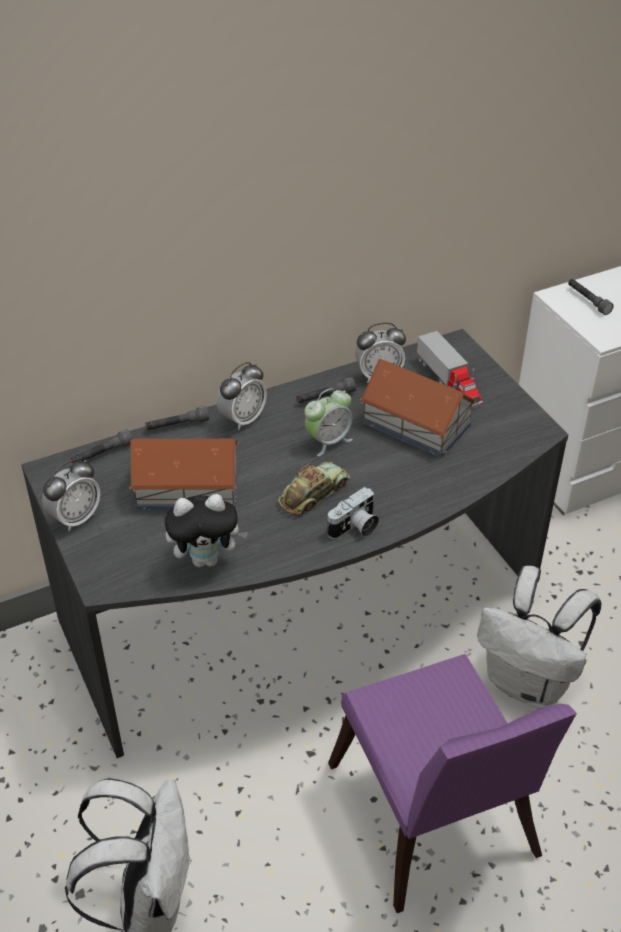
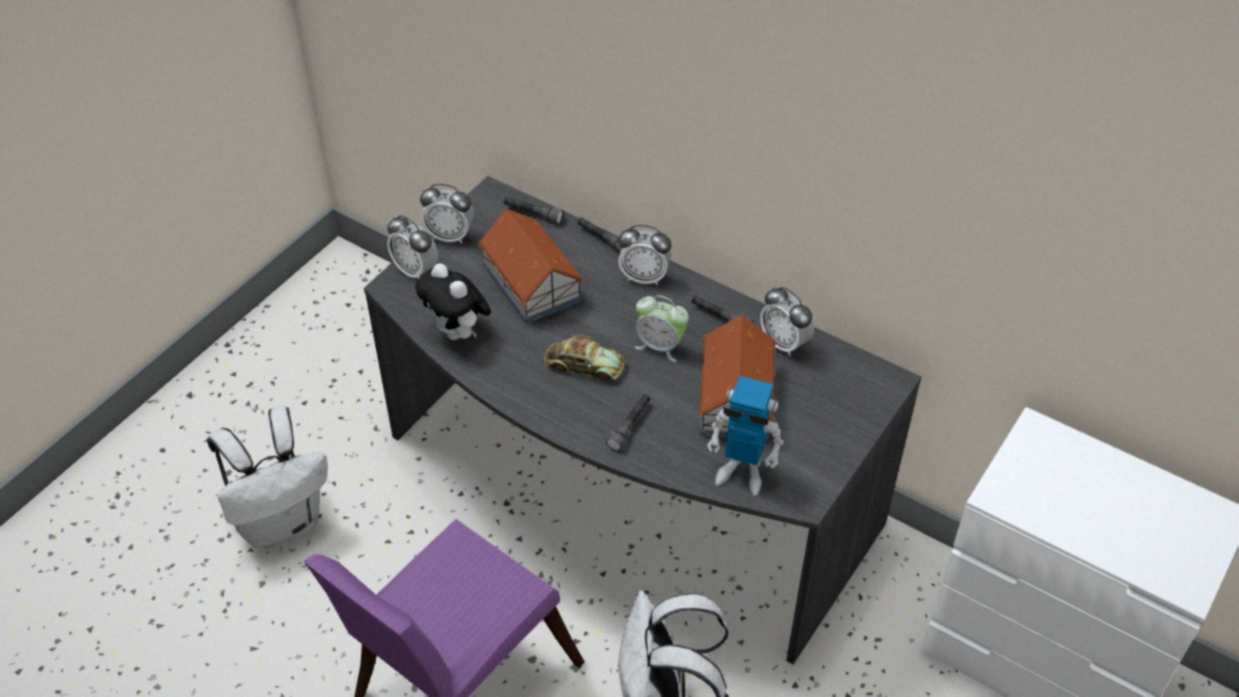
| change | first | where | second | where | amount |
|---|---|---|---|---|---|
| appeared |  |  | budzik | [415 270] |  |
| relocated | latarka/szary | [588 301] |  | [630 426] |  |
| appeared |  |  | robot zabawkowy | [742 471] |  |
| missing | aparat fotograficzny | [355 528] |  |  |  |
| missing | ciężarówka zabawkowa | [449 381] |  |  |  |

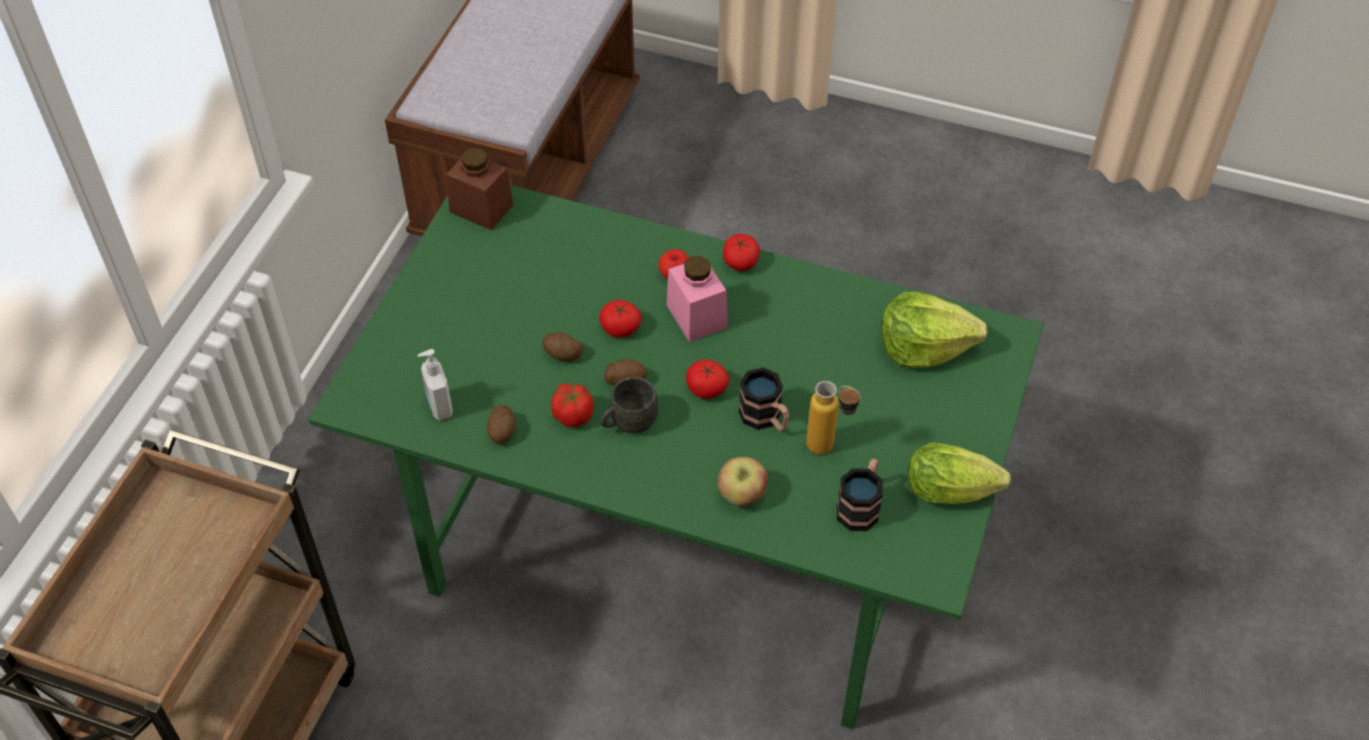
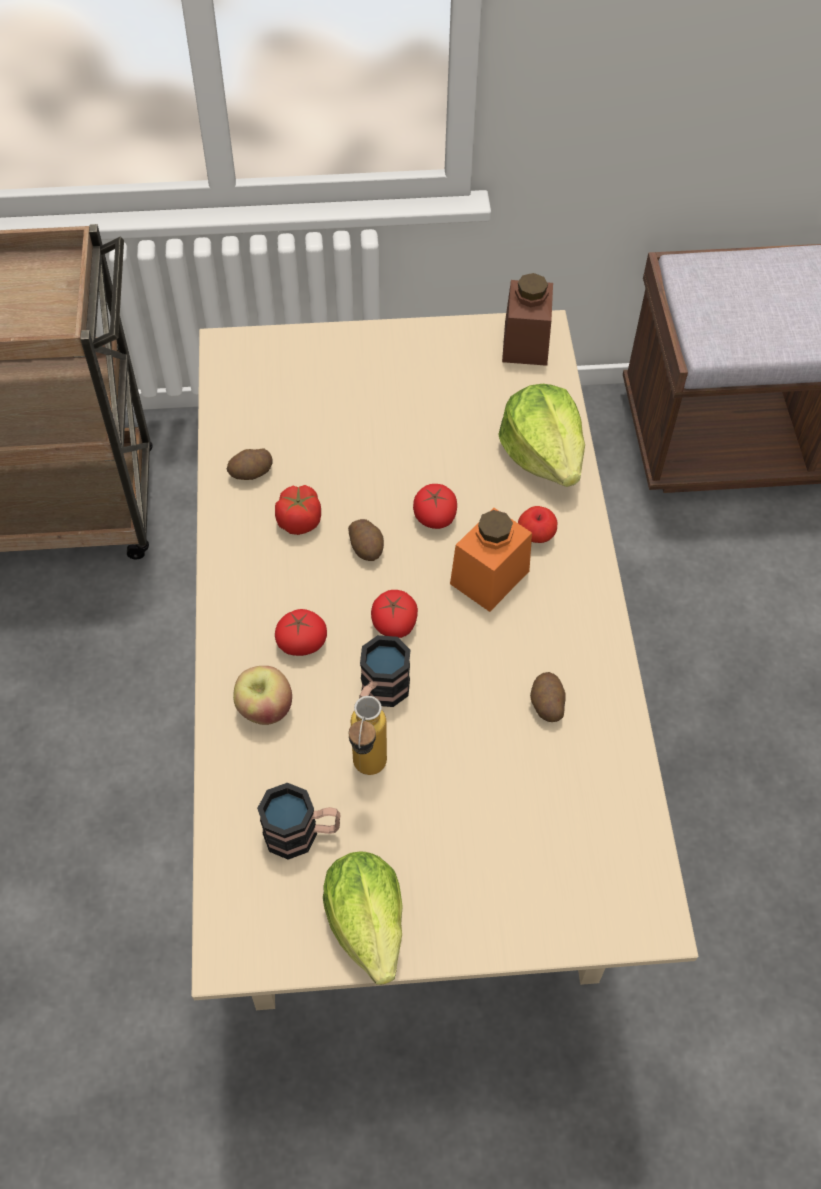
| change | first | where | second | where | amount |
|---|---|---|---|---|---|
| colour | stół jadalny/zielony | [688 538] | stół jadalny/beżowy | [411 763] |  |
| relocated | pomidor | [740 262] |  | [301 642] |  |
| colour | słoik/różowy | [696 316] | słoik/pomarańczowy | [489 577] |  |
| relocated | sałata | [924 347] |  | [543 454] |  |
| relocated | ziemniak | [562 355] |  | [546 704] |  |
| missing | dozownik mydła | [439 407] |  |  |  |
| missing | kubek/szary | [628 423] |  |  |  |

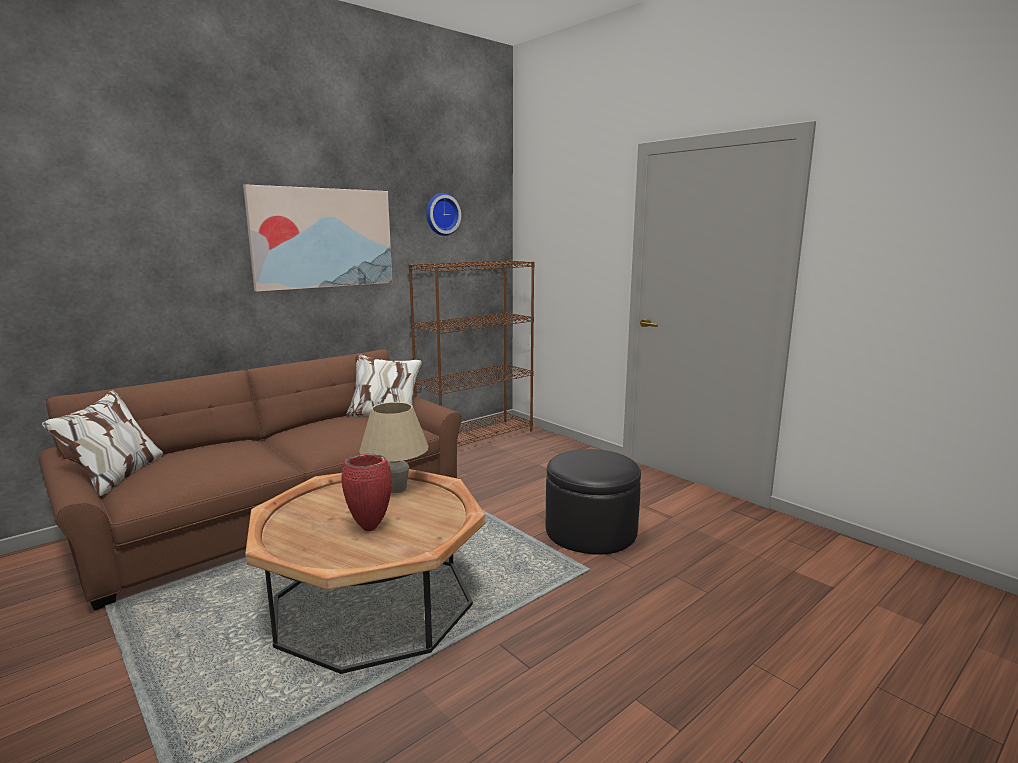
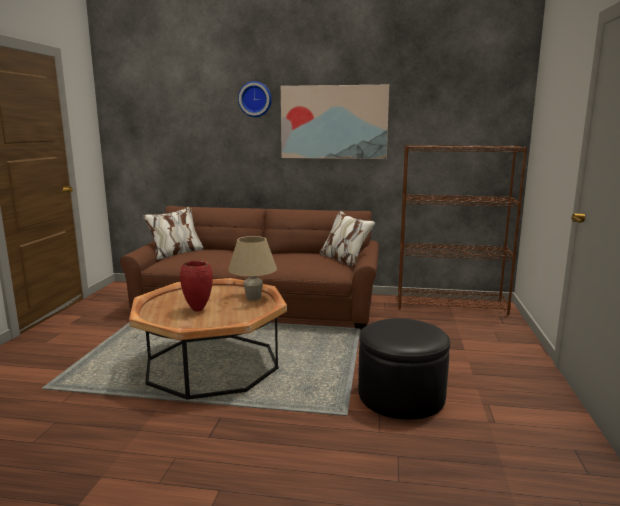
| change | first | where | second | where | amount |
|---|---|---|---|---|---|
| relocated | zegar ścienny | [441 214] |  | [255 99] |  |

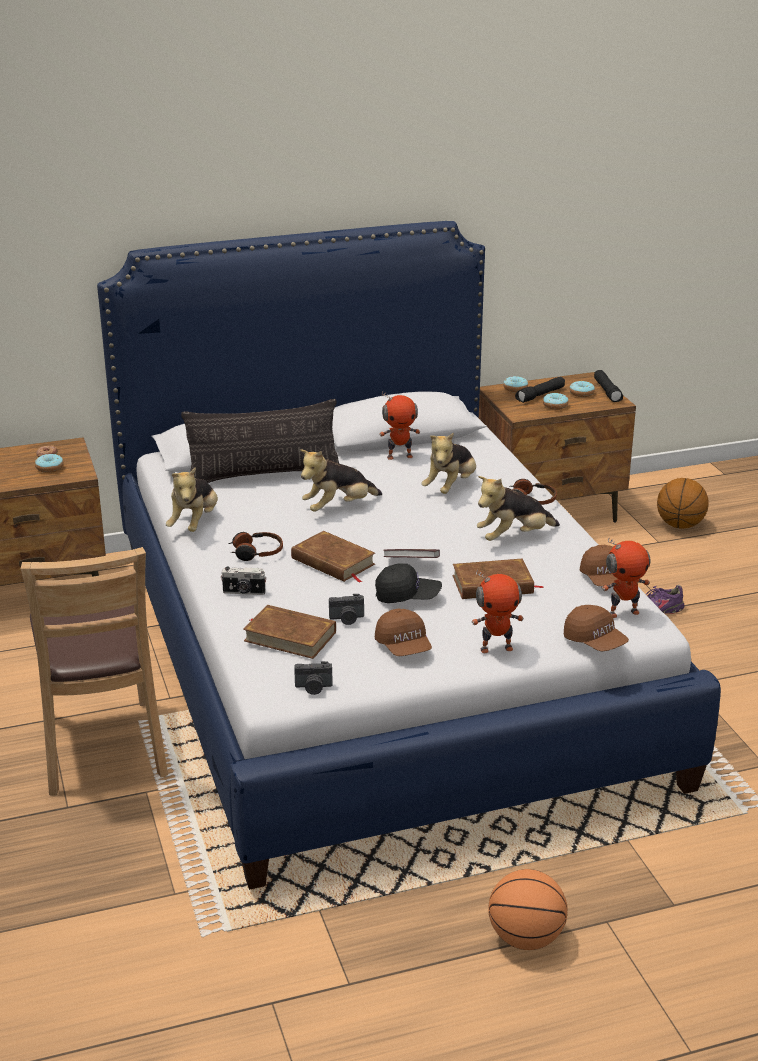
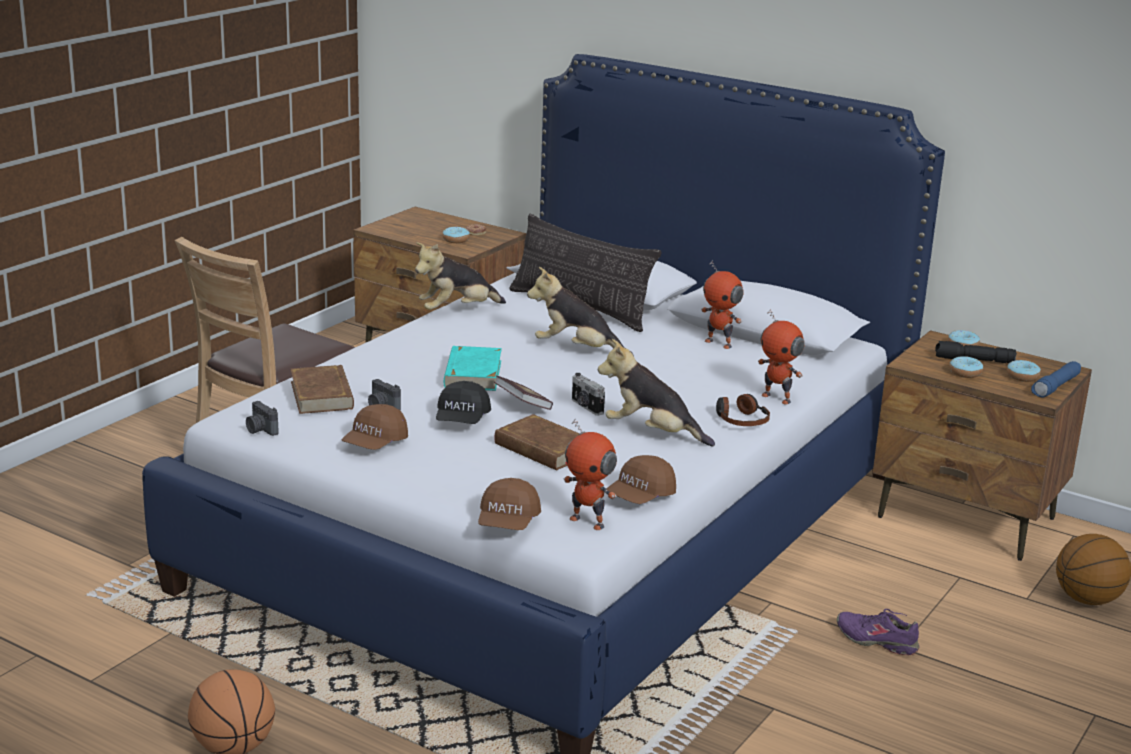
| change | first | where | second | where | amount |
|---|---|---|---|---|---|
| spun | czapka z daszkiem/czarny | [407 596] |  | [462 419] | 45 degrees clockwise |
| colour | książka/brązowy | [333 562] | książka/turkusowy | [472 374] |  |
| relocated | aparat fotograficzny | [244 592] |  | [586 407] |  |
| relocated | robot zabawkowy | [496 648] |  | [777 398] |  |
| colour | latarka/czarny | [607 391] | latarka/niebieski | [1056 387] |  |
| missing | słuchawki | [256 552] |  |  |  |
| missing | pluszak | [451 487] |  |  |  |

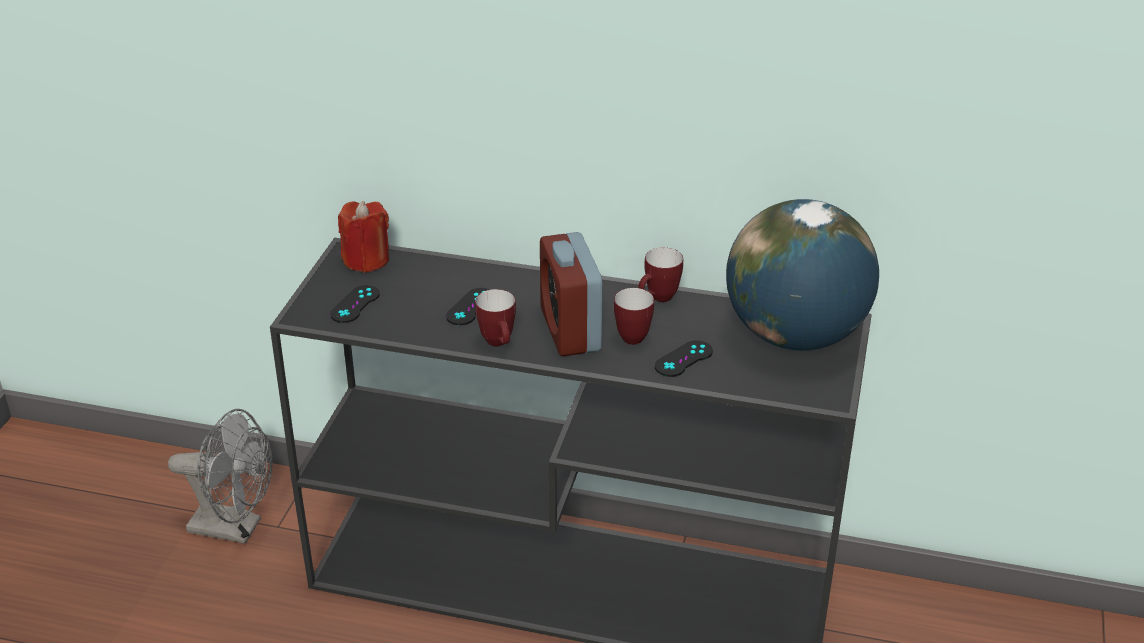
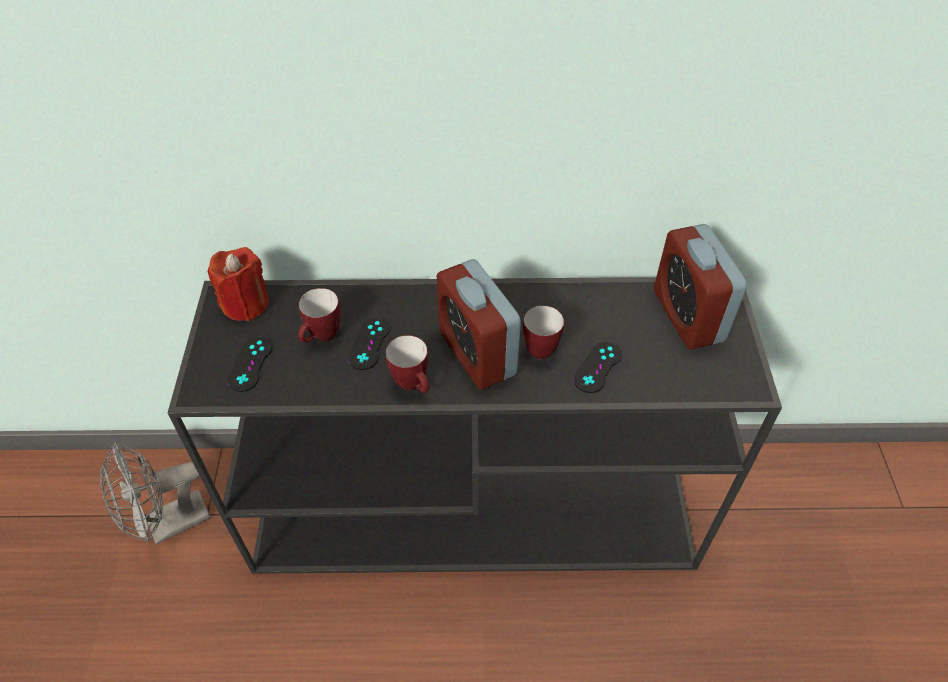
| change | first | where | second | where | amount |
|---|---|---|---|---|---|
| spun | wentylator/szary | [235 528] |  | [169 524] | 150 degrees clockwise |
| relocated | kubek | [658 299] |  | [322 338] |  |
| exchanged | globus | [796 336] | budzik | [687 316] |  |

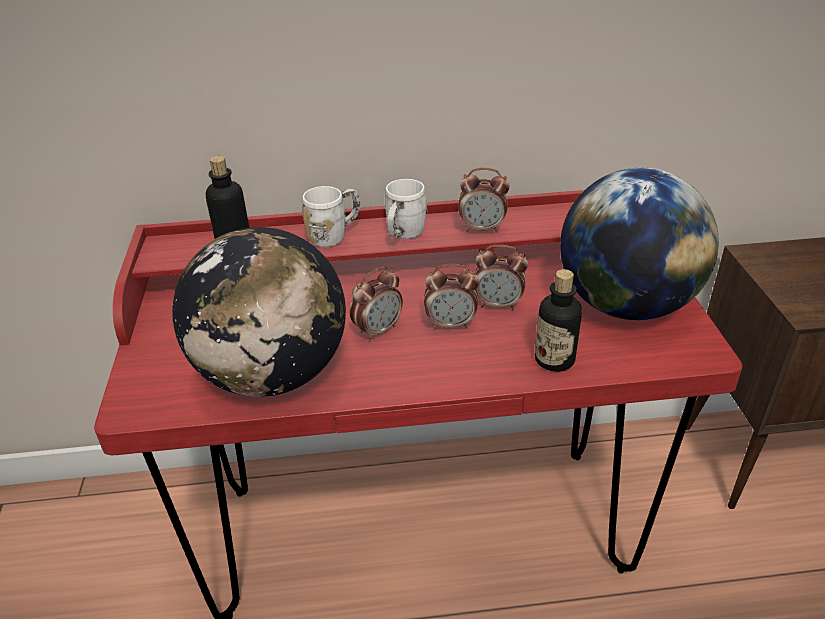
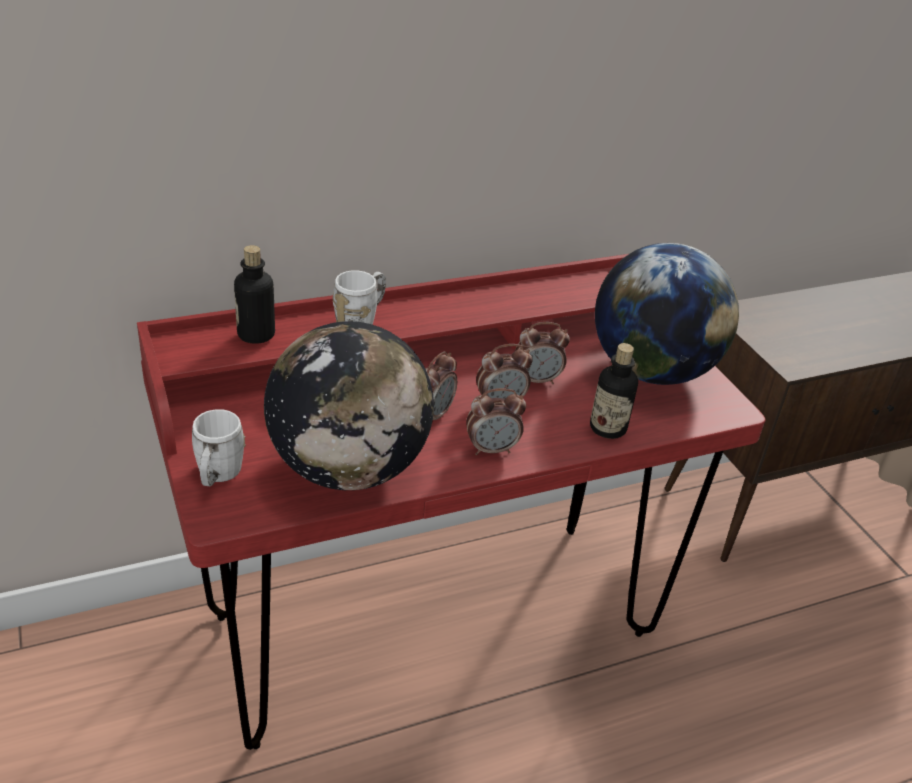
| change | first | where | second | where | amount |
|---|---|---|---|---|---|
| relocated | kubek/biały | [403 235] |  | [217 476] |  |
| relocated | budzik | [482 228] |  | [492 449] |  |

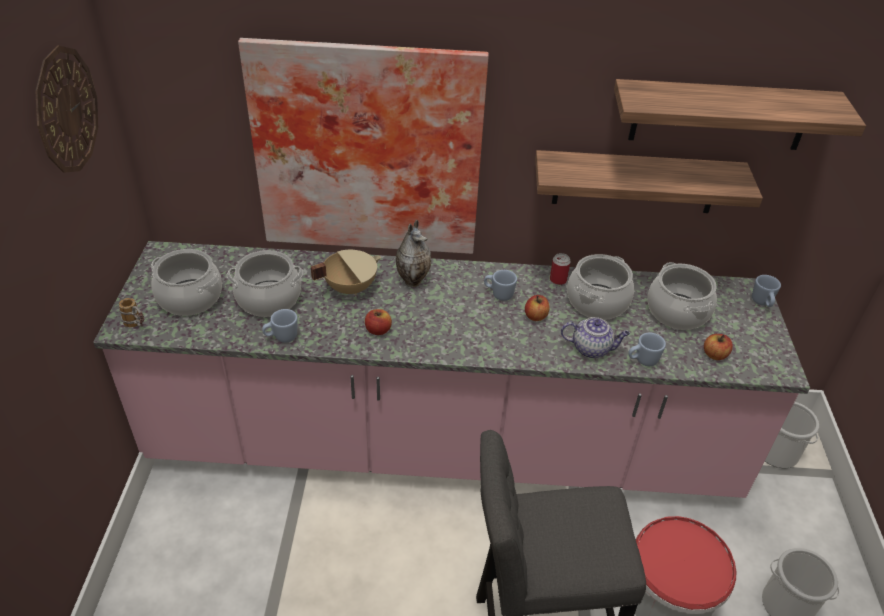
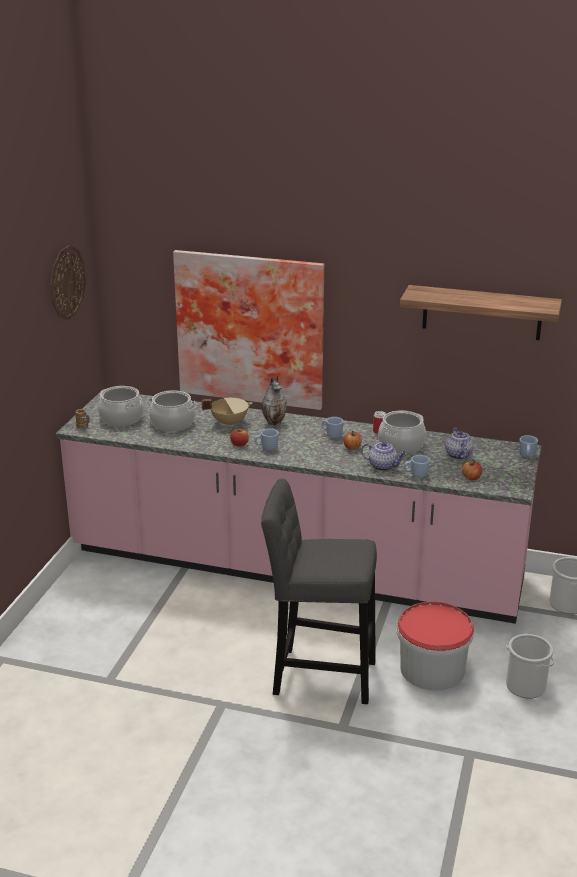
| change | first | where | second | where | amount |
|---|---|---|---|---|---|
| relocated | kubek/niebieski | [281 337] |  | [266 448] |  |
| exchanged | garnek | [677 311] | imbryk | [457 455] |  |
| missing | półka | [635 182] |  |  |  |

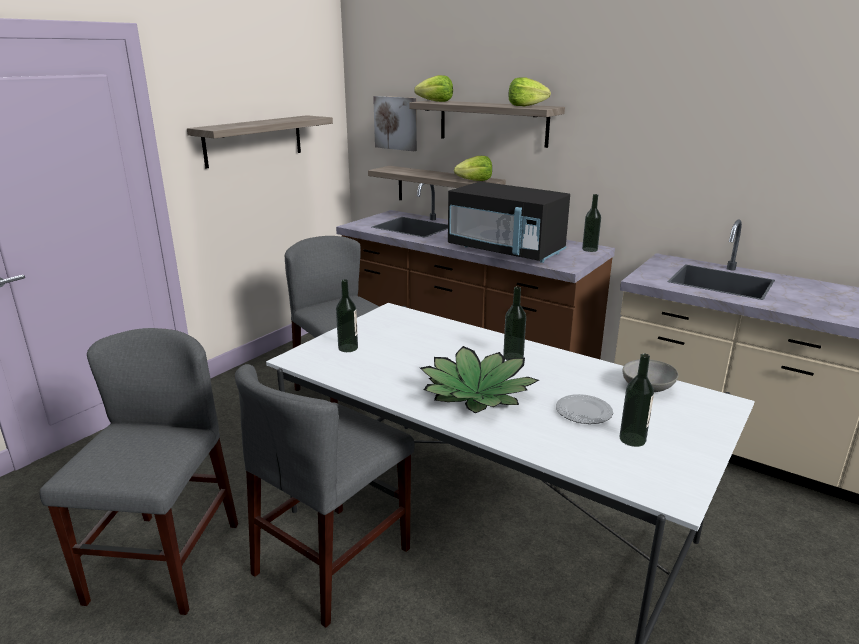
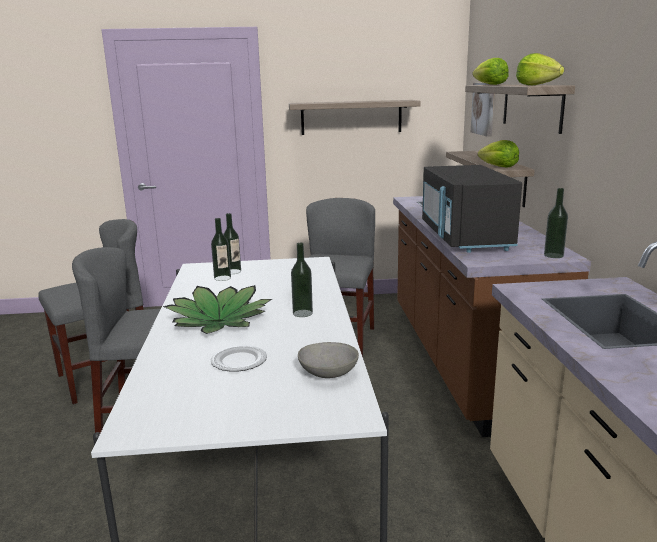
| change | first | where | second | where | amount |
|---|---|---|---|---|---|
| relocated | butelka | [632 439] |  | [222 278] |  |

